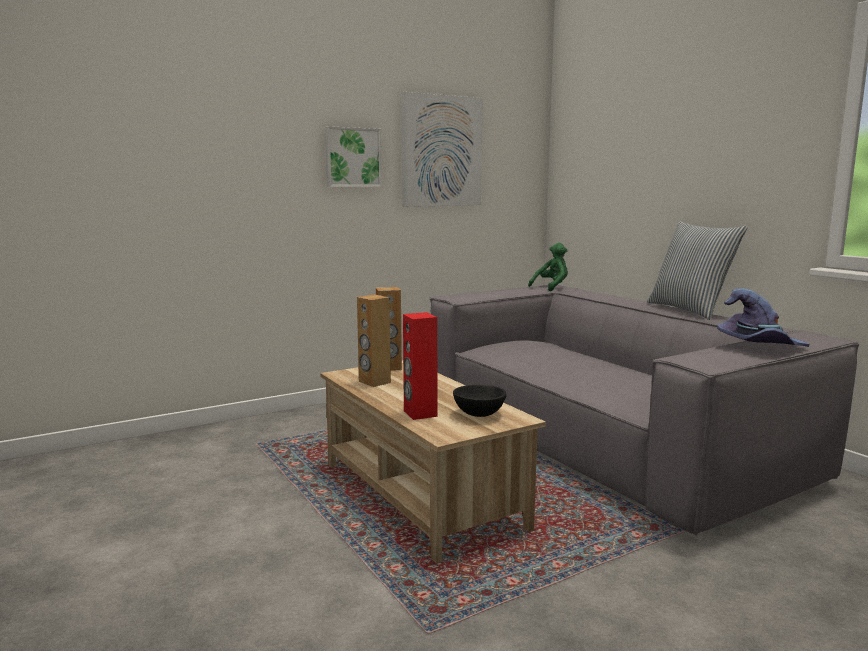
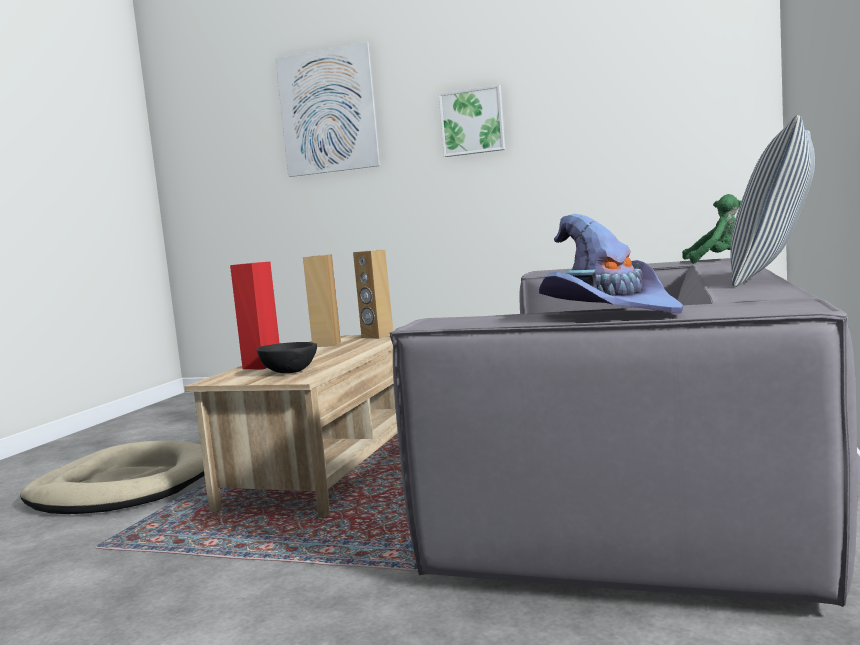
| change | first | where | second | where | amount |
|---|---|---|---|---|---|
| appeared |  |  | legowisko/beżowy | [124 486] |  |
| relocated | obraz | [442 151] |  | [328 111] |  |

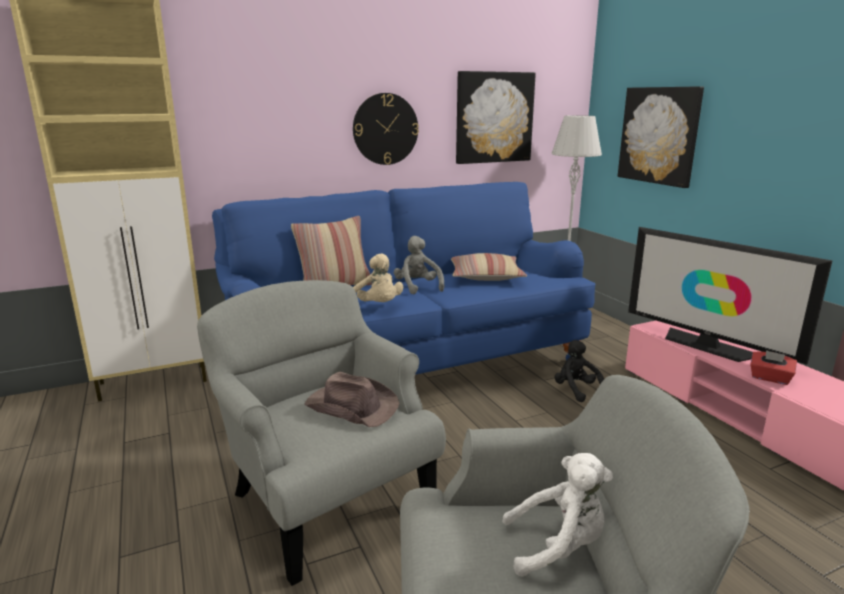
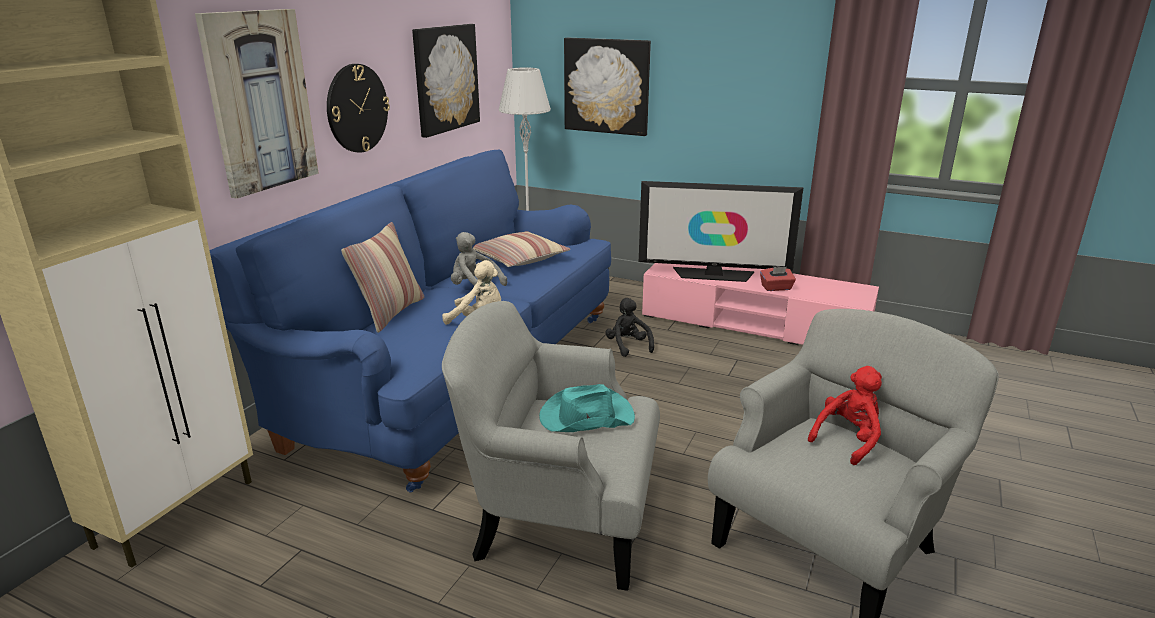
| change | first | where | second | where | amount |
|---|---|---|---|---|---|
| appeared |  |  | obraz | [260 101] |  |
| colour | kapelusz/brązowy | [351 406] | kapelusz/turkusowy | [585 417] |  |
| spun | pluszak/czarny | [576 390] |  | [628 346] | 45 degrees clockwise |
| colour | pluszak/biały | [558 547] | pluszak/czerwony | [848 440] |  |

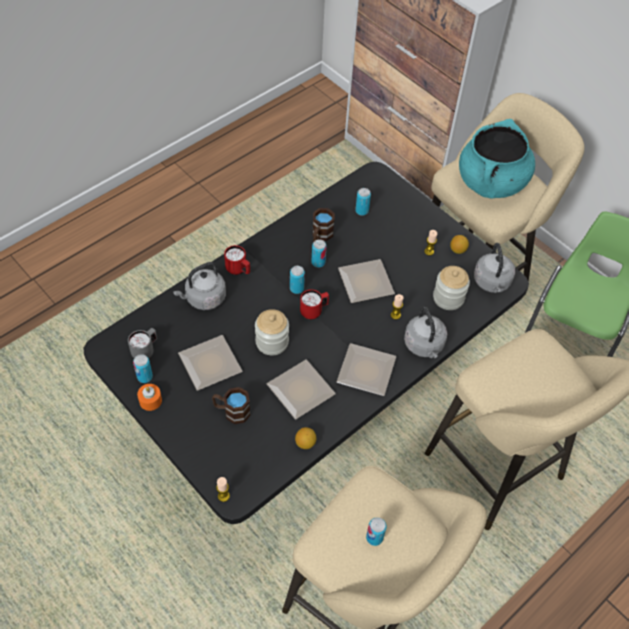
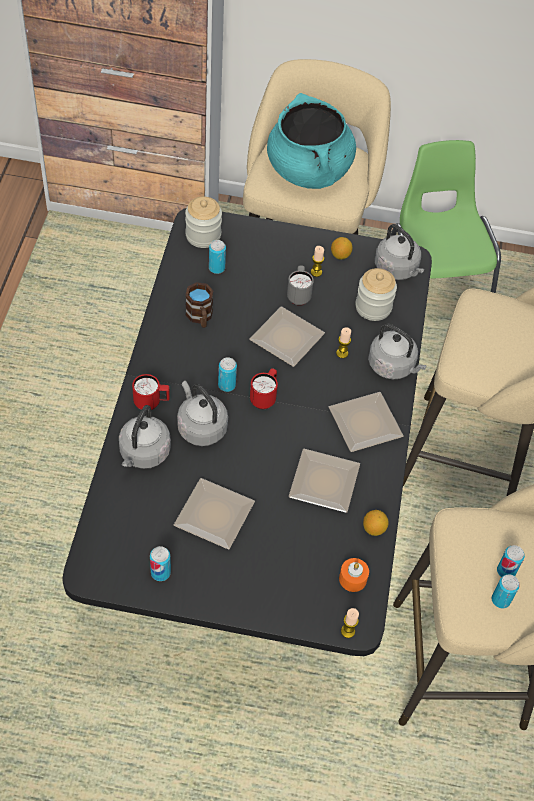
| change | first | where | second | where | amount |
|---|---|---|---|---|---|
| appeared |  |  | czajnik/szary | [200 427] |  |
| relocated | słoik | [272 342] |  | [203 235] |  |
| relocated | kubek/szary | [145 351] |  | [298 295] |  |
| relocated | świeca/pomarańczowy | [150 400] |  | [352 579] |  |
| relocated | puszka | [318 262] |  | [500 600] |  |
| missing | kubek/brązowy | [232 411] |  |  |  |

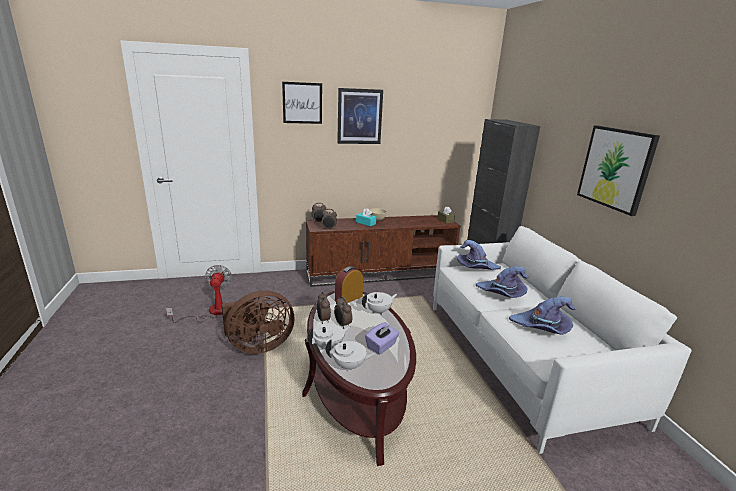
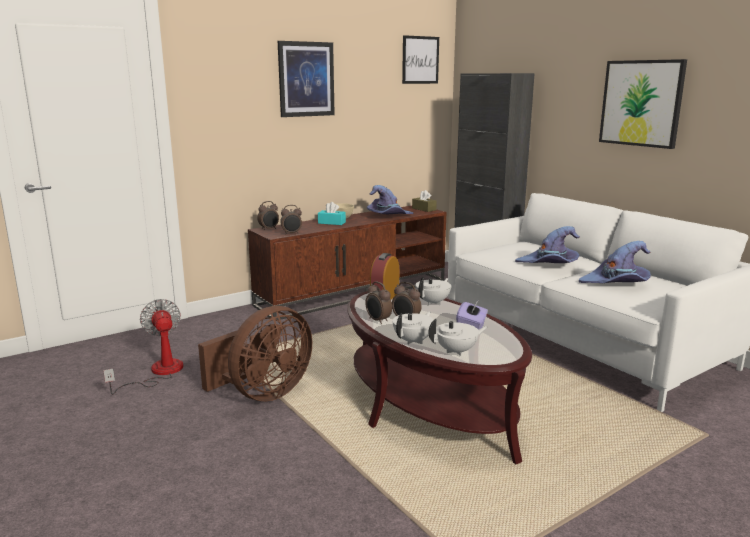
| change | first | where | second | where | amount |
|---|---|---|---|---|---|
| relocated | kapelusz/fioletowy | [476 267] |  | [388 216] |  |
| relocated | obraz | [302 103] |  | [420 60] |  |

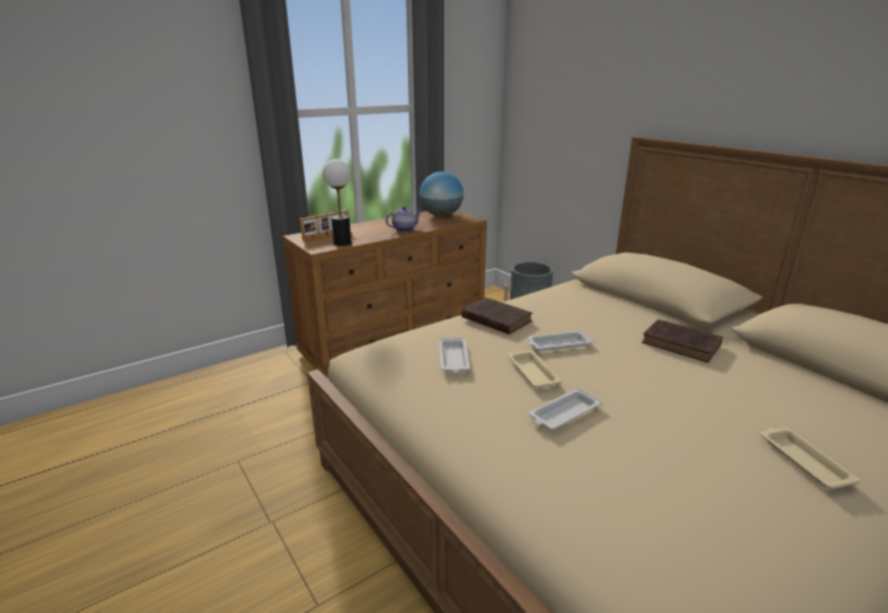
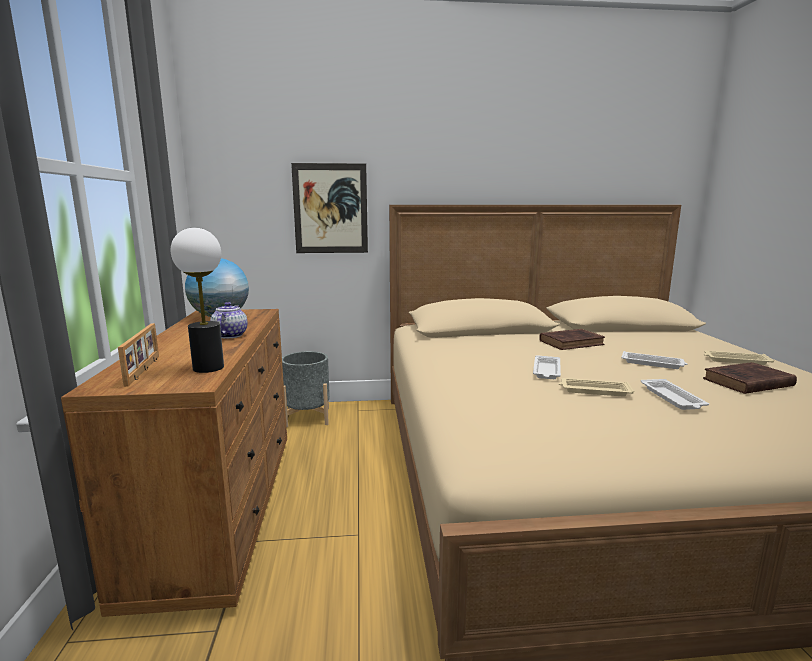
| change | first | where | second | where | amount |
|---|---|---|---|---|---|
| appeared |  |  | obraz | [330 209] |  |
| relocated | taca/biały | [453 359] |  | [653 363] |  |
| relocated | książka/brązowy | [495 319] |  | [746 383] |  |

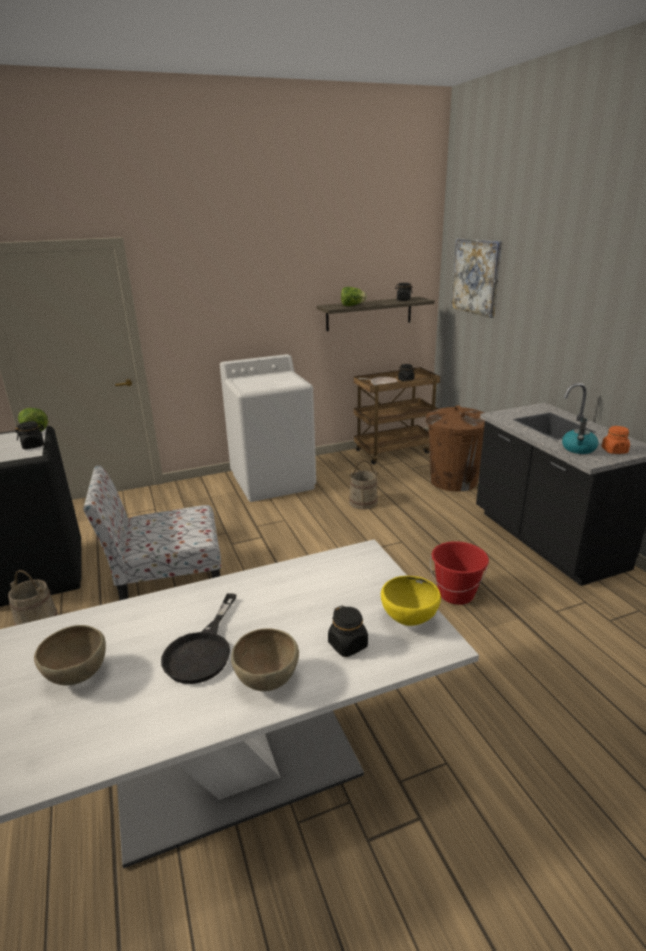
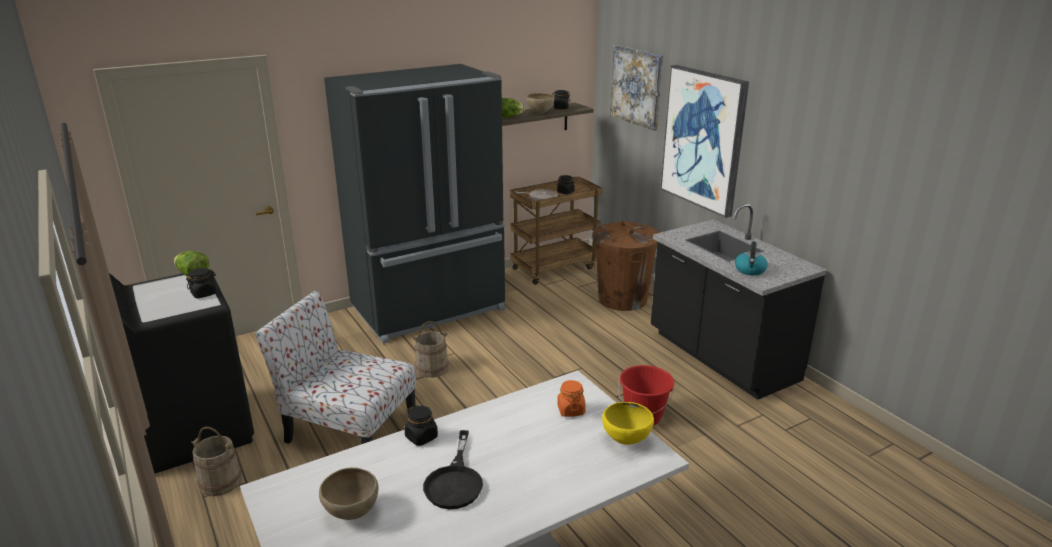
| change | first | where | second | where | amount |
|---|---|---|---|---|---|
| spun | krzesło | [168 582] |  | [348 428] | 45 degrees clockwise |
| exchanged | pralka/biały | [273 481] | lodówka/czarny | [430 309] |  |
| relocated | słoik/czarny | [348 645] |  | [421 437] |  |
| relocated | wiadro/beżowy | [363 502] |  | [432 368] |  |
| relocated | miska/brązowy | [267 680] |  | [540 113] |  |
| relocated | słoik/pomarańczowy | [614 451] |  | [571 410] |  |
| appeared |  |  | obraz | [703 139] |  |

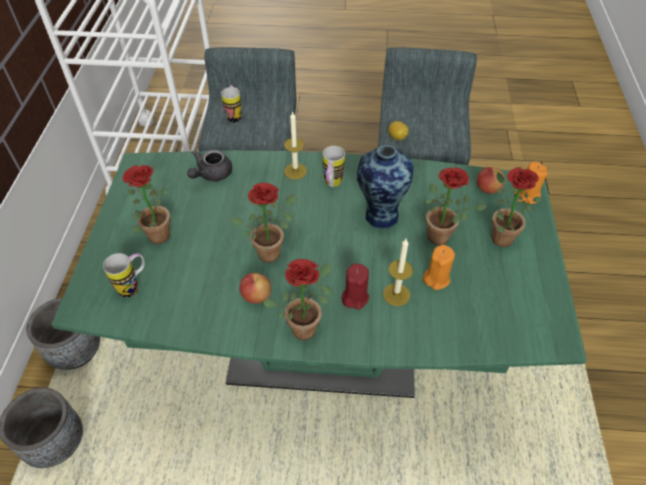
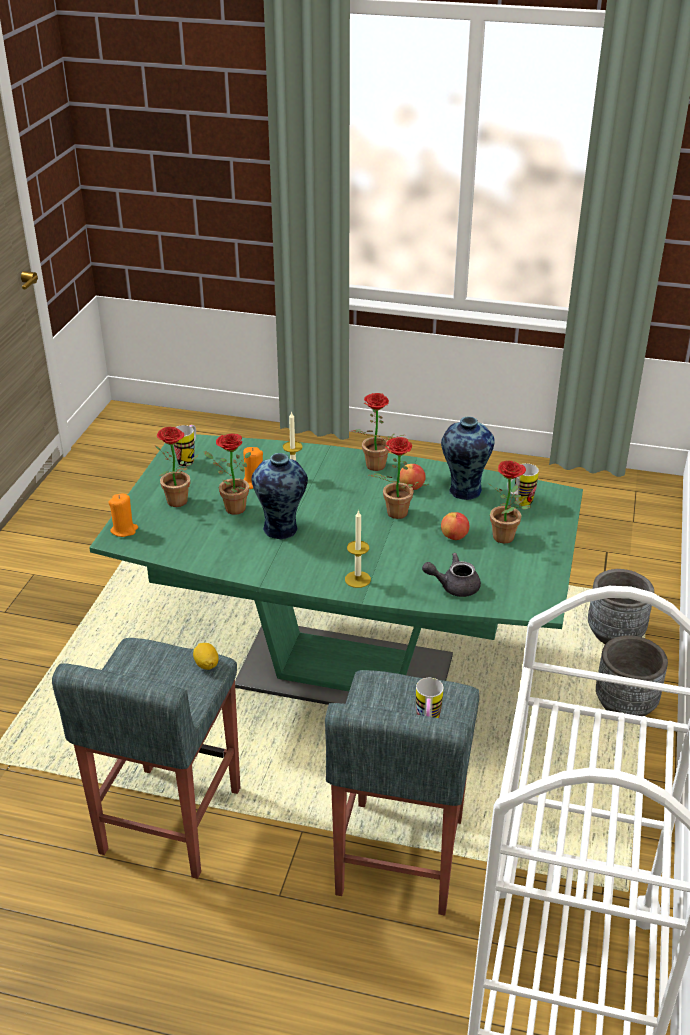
| change | first | where | second | where | amount |
|---|---|---|---|---|---|
| relocated | kubek | [331 185] |  | [188 459] |  |
| spun | imbryk/szary | [211 174] |  | [454 586] | 135 degrees counterclockwise |
| appeared |  |  | wazon | [463 491] |  |
| relocated | jabłko | [487 189] |  | [454 537] |  |
| missing | świeca/czerwony | [355 297] |  |  |  |

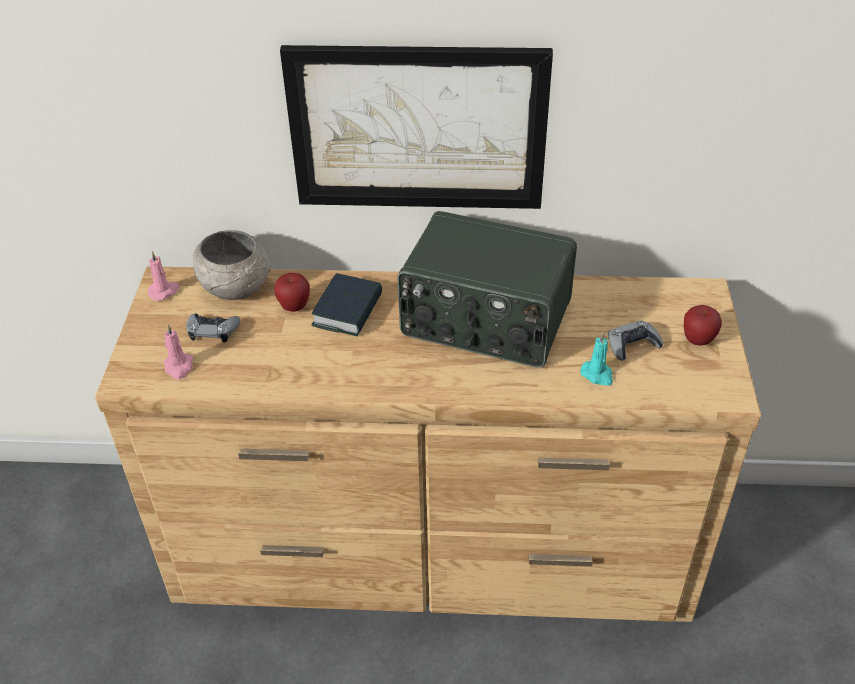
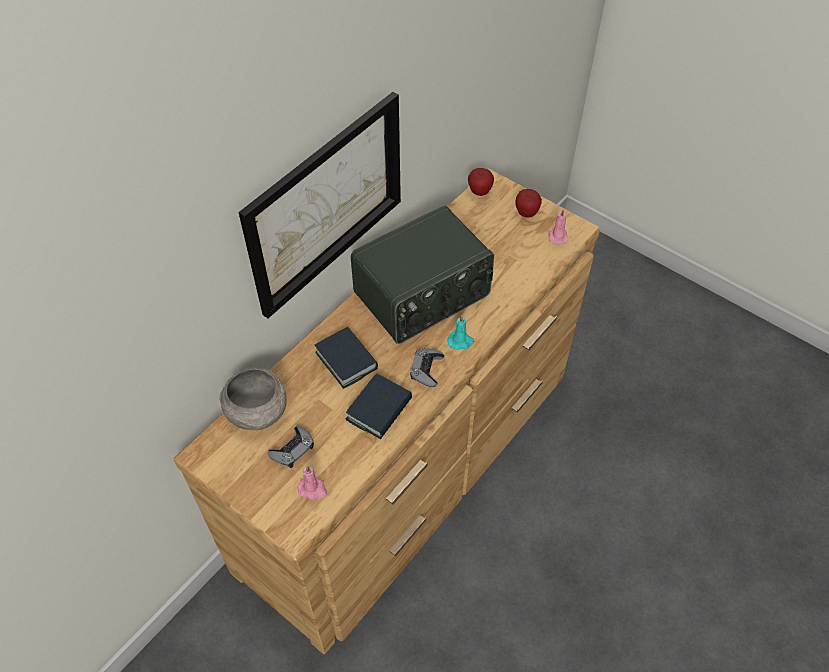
| change | first | where | second | where | amount |
|---|---|---|---|---|---|
| appeared |  |  | książka | [379 410] |  |
| relocated | pad do gier/szary | [632 344] |  | [426 369] |  |
| relocated | świeca/turkusowy | [597 375] |  | [461 341] |  |
| relocated | jabłko | [294 307] |  | [479 192] |  |
| relocated | świeca/różowy | [164 291] |  | [557 236] |  |

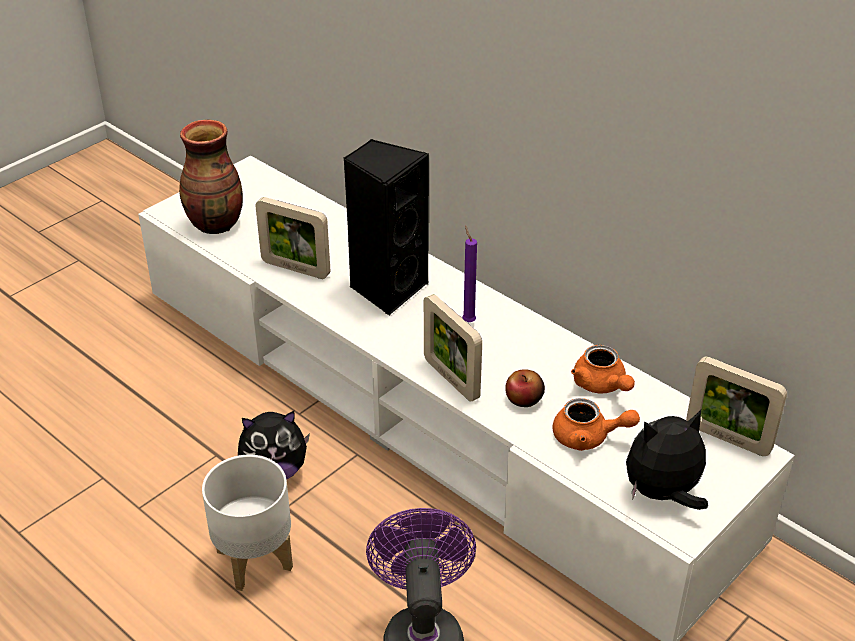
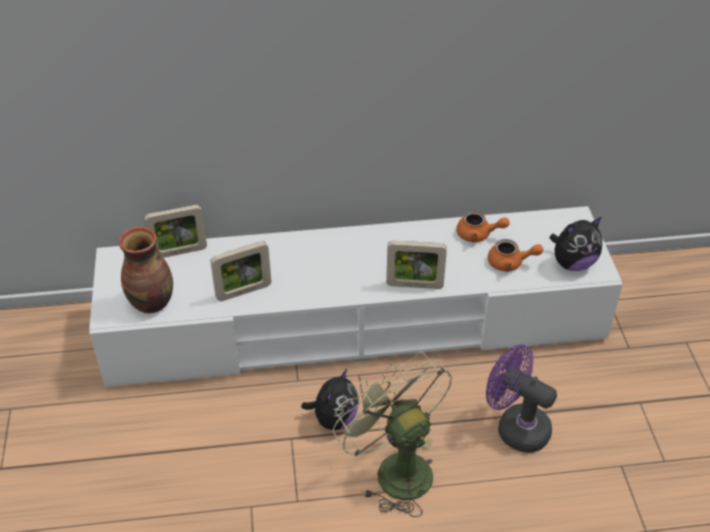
| change | first | where | second | where | amount |
|---|---|---|---|---|---|
| relocated | ramka na zdjęcie | [728 438] |  | [179 252] |  |
| exchanged | donica/biały | [253 560] | wentylator/zielony | [394 468] |  |
| spun | imbryk/pomarańczowy | [588 437] |  | [510 263] | 45 degrees clockwise |
| spun | pluszak | [663 494] |  | [572 263] | 135 degrees counterclockwise |
| missing | głośnik/czarny | [387 288] |  |  |  |
| missing | świeca/fioletowy | [467 321] |  |  |  |
| missing | jabłko | [524 399] |  |  |  |

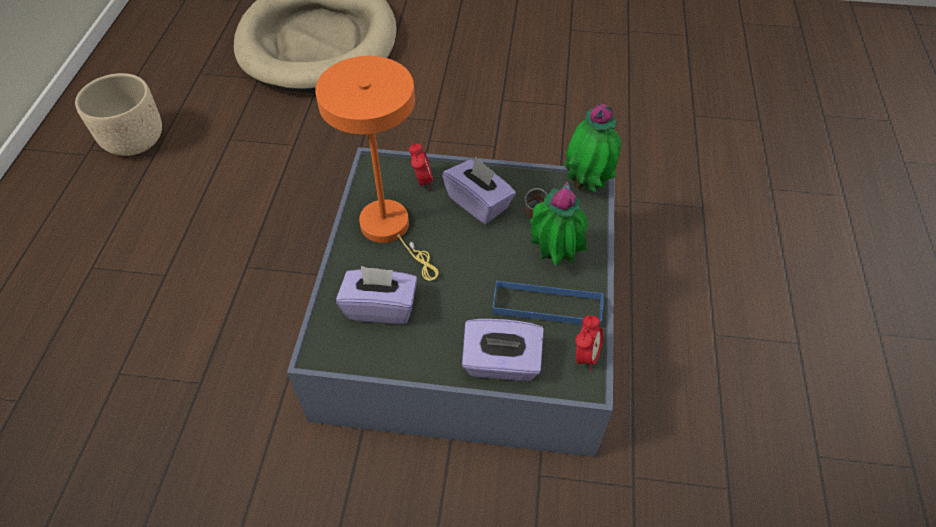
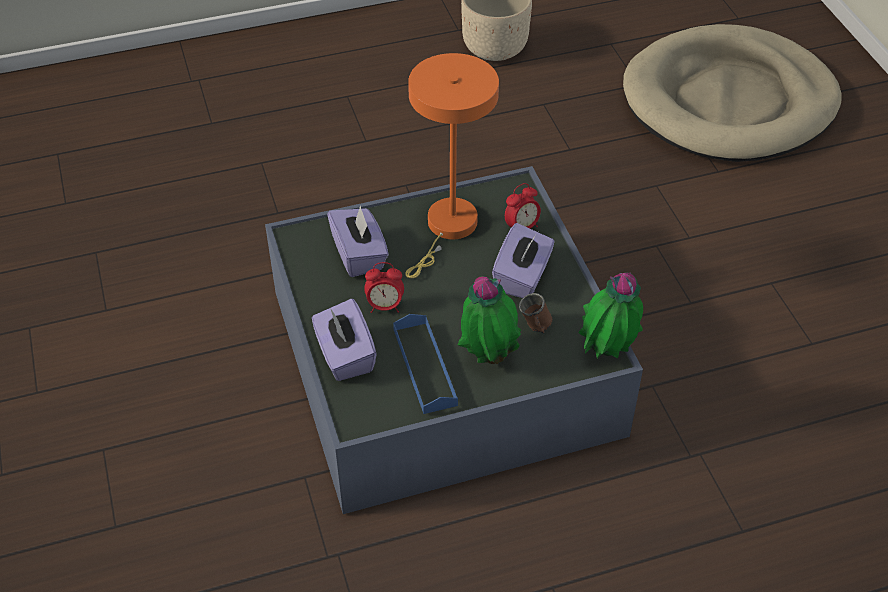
| change | first | where | second | where | amount |
|---|---|---|---|---|---|
| relocated | budzik | [585 356] |  | [385 306] |  |

